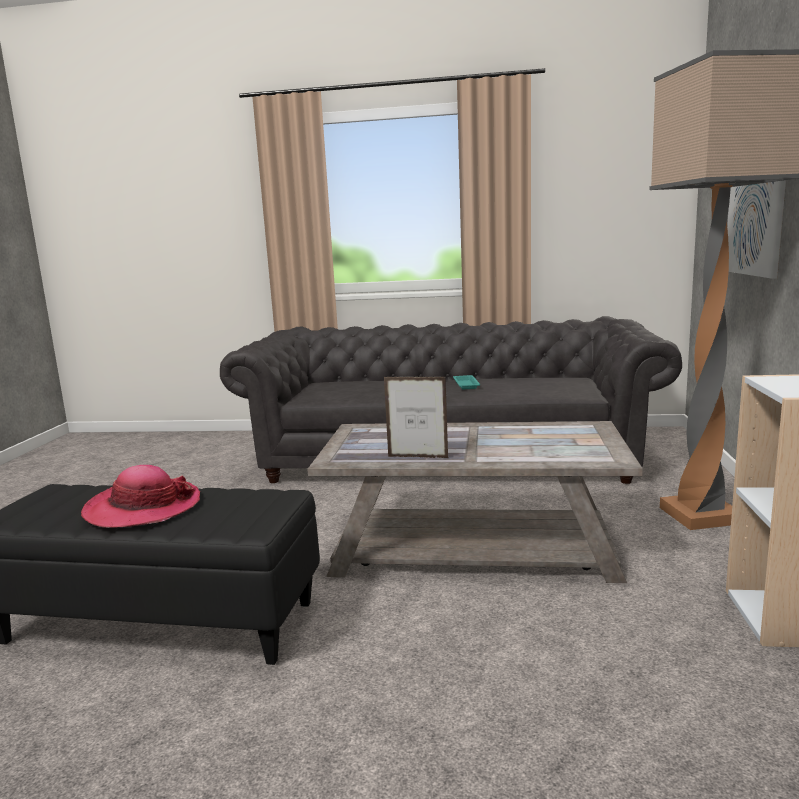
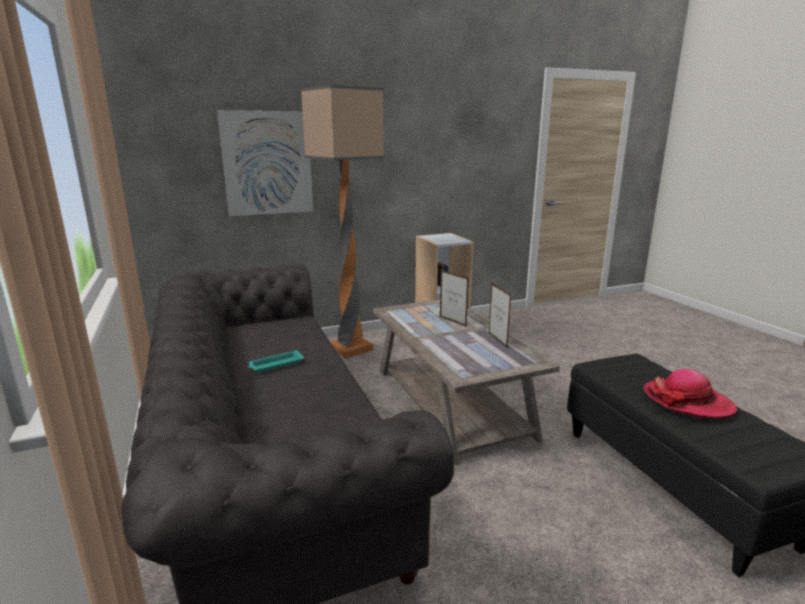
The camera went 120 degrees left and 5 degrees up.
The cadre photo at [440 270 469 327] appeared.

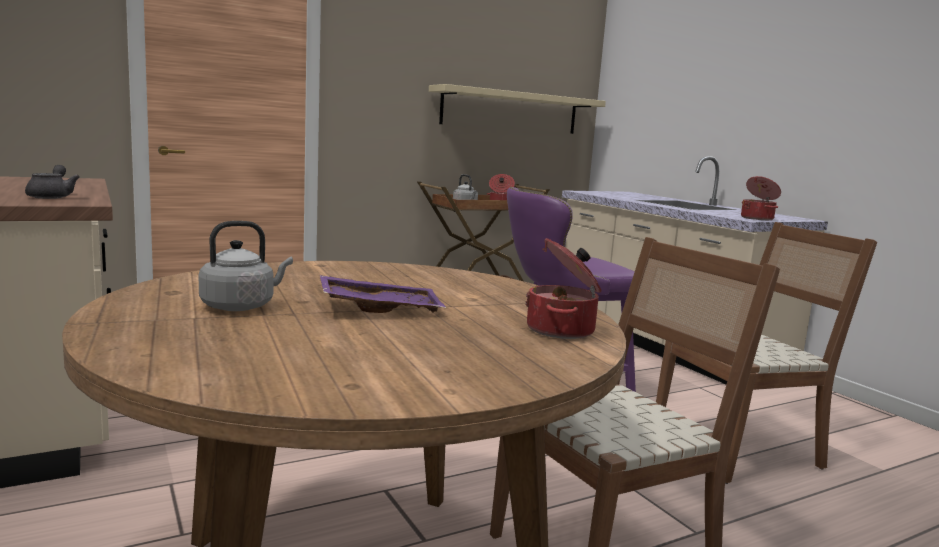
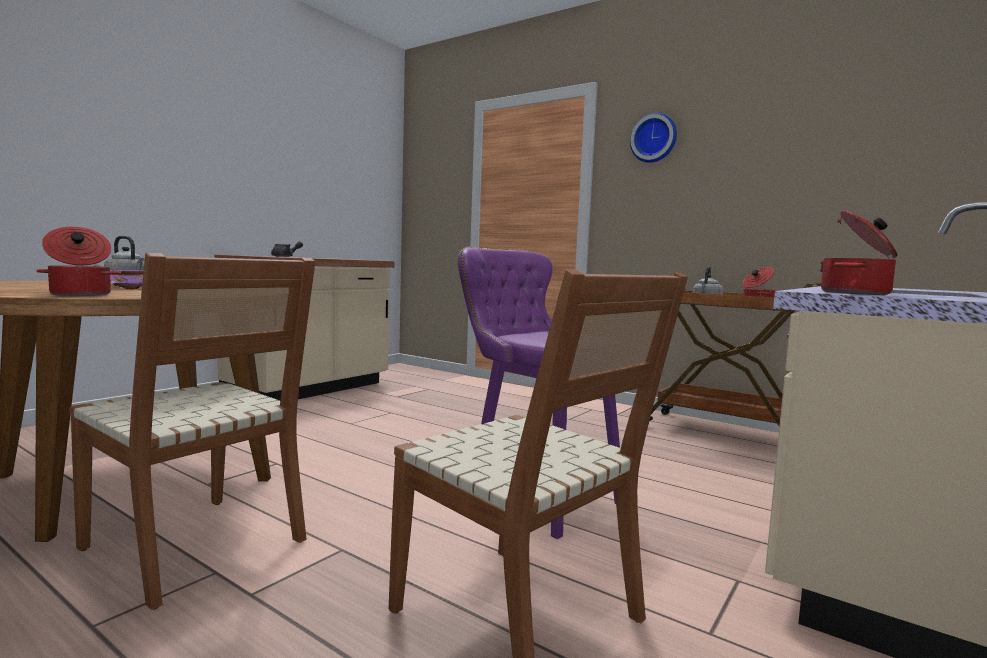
The camera went 65 degrees right and 5 degrees down.
The étagère (beige) at [429 84 606 134] disappeared.
The horloge murale at [630 113 677 163] appeared.

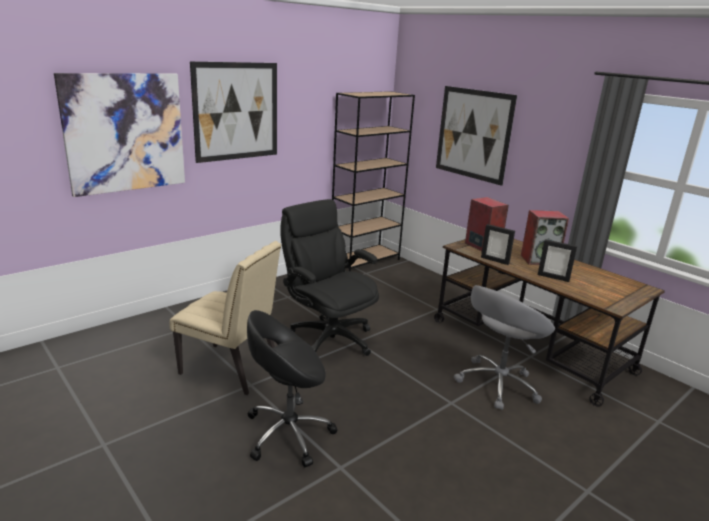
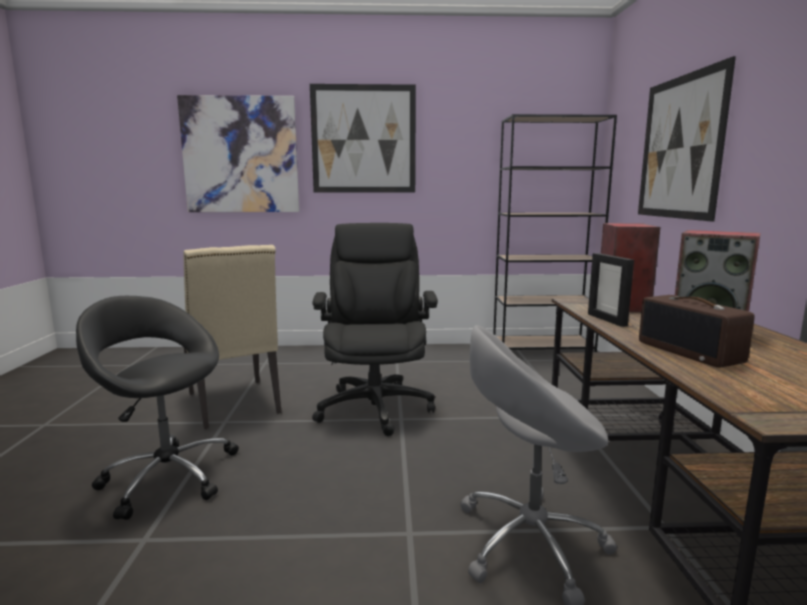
The camera went 40 degrees right and 10 degrees down.
The cadre photo at [538 239 577 282] was replaced by the radio at [639 295 754 368].

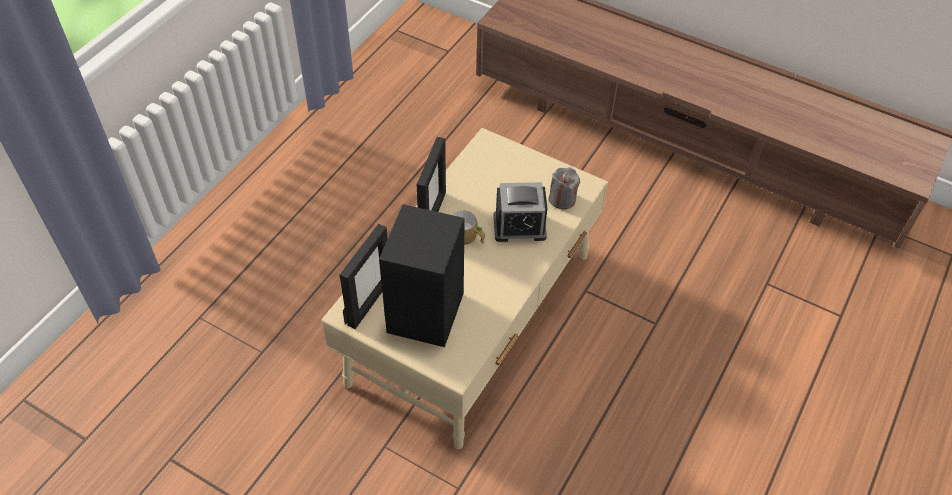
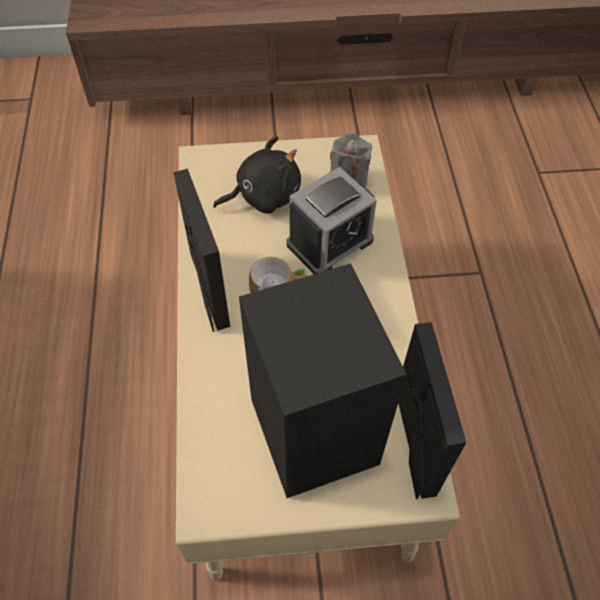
The camera went 35 degrees left and 5 degrees up.
The peluche (noir) at [213 136 301 214] appeared.
The cadre photo moved from [339 224 388 329] to [398 322 466 499].

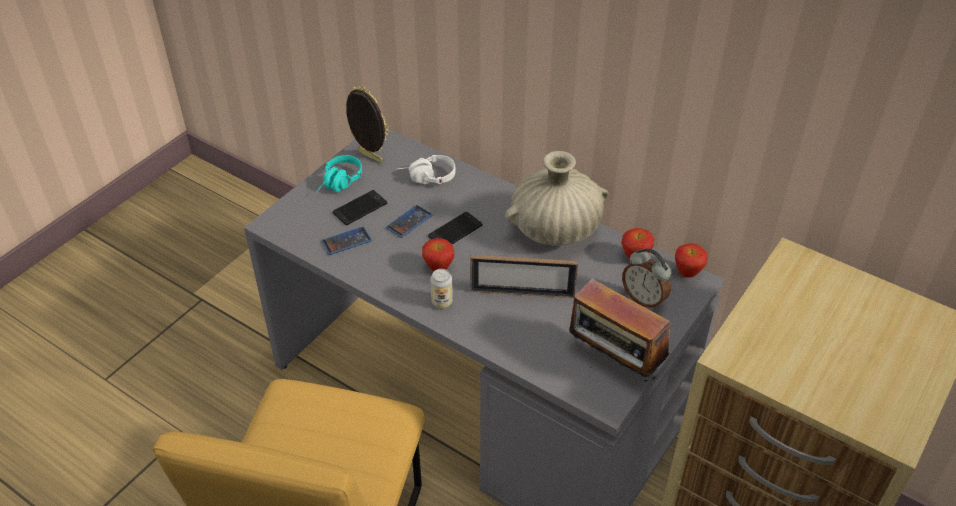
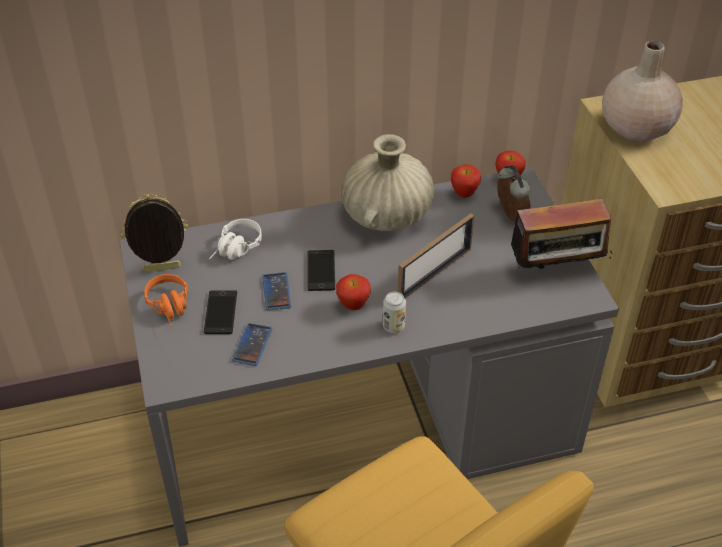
The camera went 50 degrees left and 0 degrees up.
The vase (beige) at [602 41 683 142] appeared.
The casque audio (turquoise) at [316 155 362 192] became the casque audio (orange) at [144 274 188 327].
The réveil at [622 248 671 309] turned 105 degrees counterclockwise.

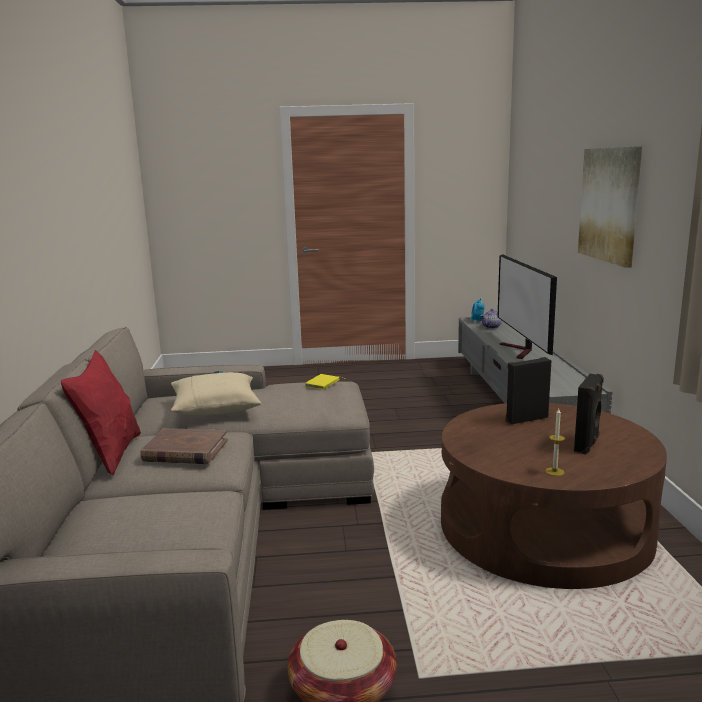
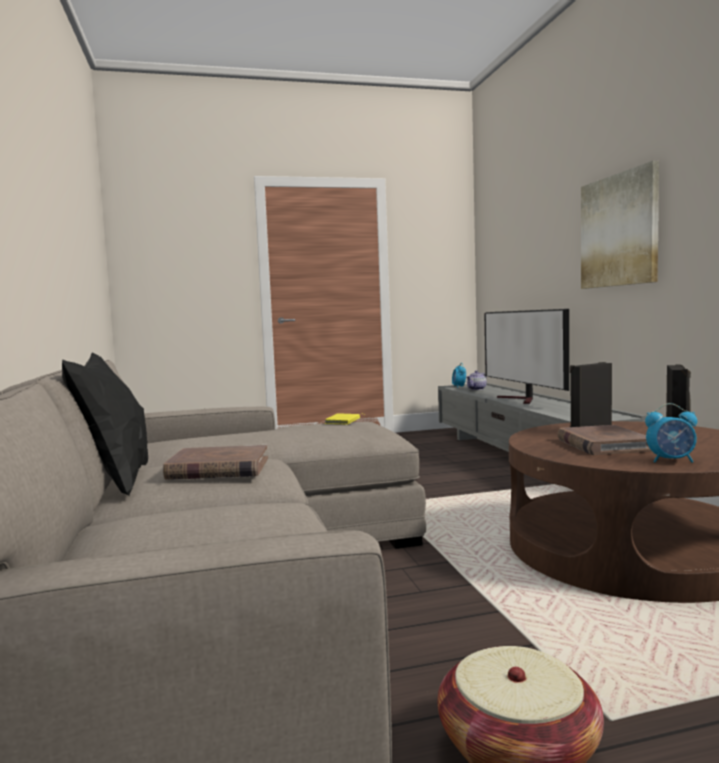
The camera went 10 degrees left and 10 degrees down.
The coussin (beige) at [171 371 261 415] disappeared.
The livre (marron) at [557 425 652 455] appeared.
The bougie at [545 409 565 476] was replaced by the réveil at [645 403 697 463].
The coussin (rouge) at [61 350 141 476] became the coussin (noir) at [62 352 148 496].

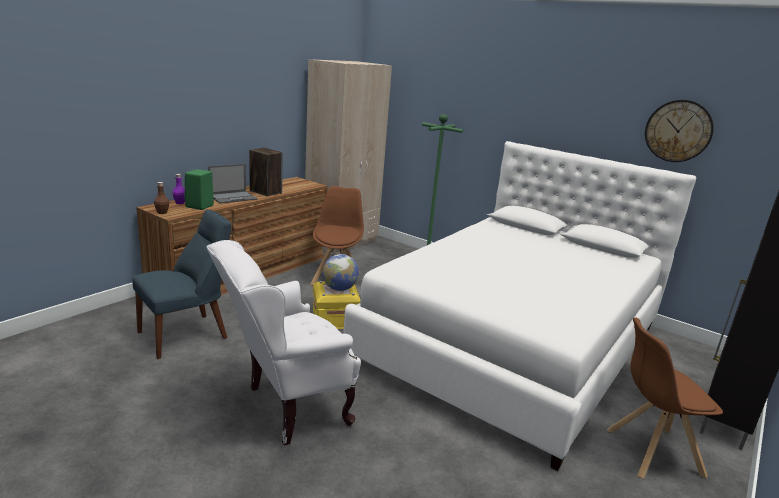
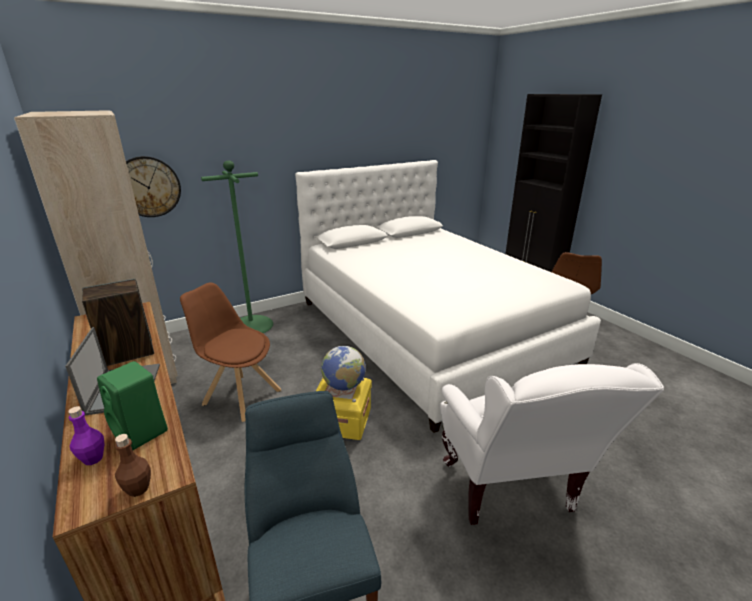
The camera went 65 degrees left and 5 degrees up.
The horloge murale moved from [645 100 714 162] to [126 156 181 217].

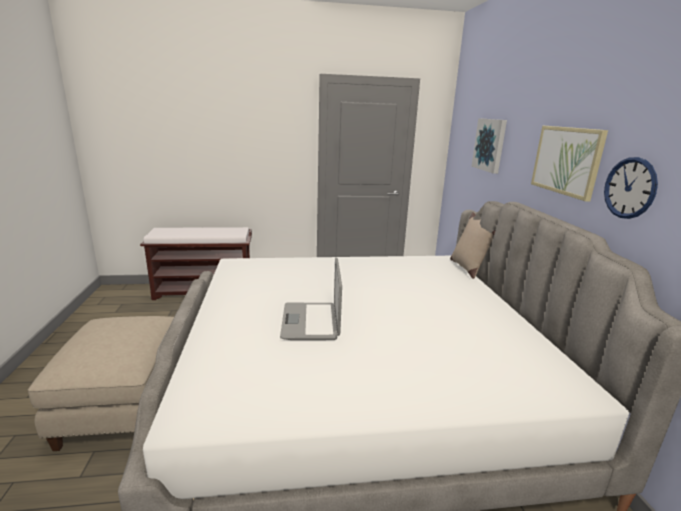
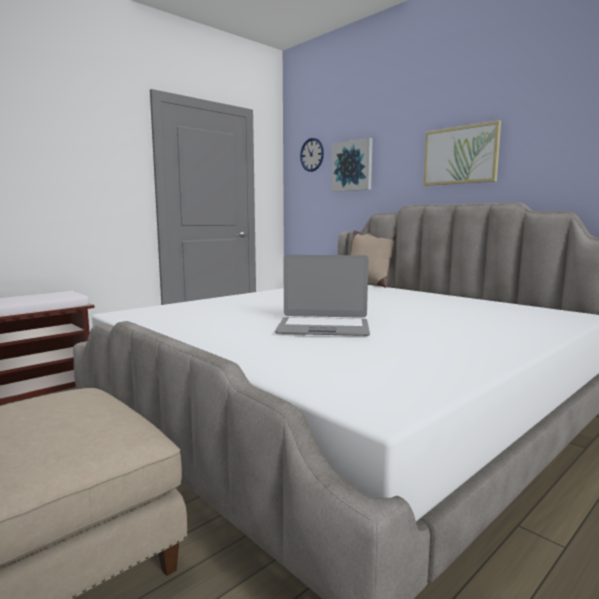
The camera went 35 degrees left and 10 degrees down.
The horloge murale moved from [604 157 658 219] to [300 138 324 172].
The ordinateur portable at [280 257 342 340] turned 45 degrees counterclockwise.

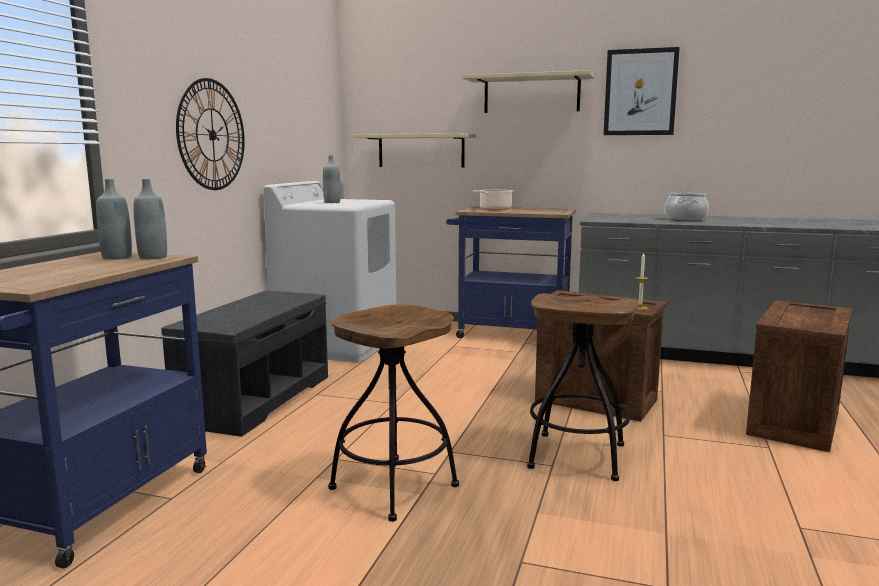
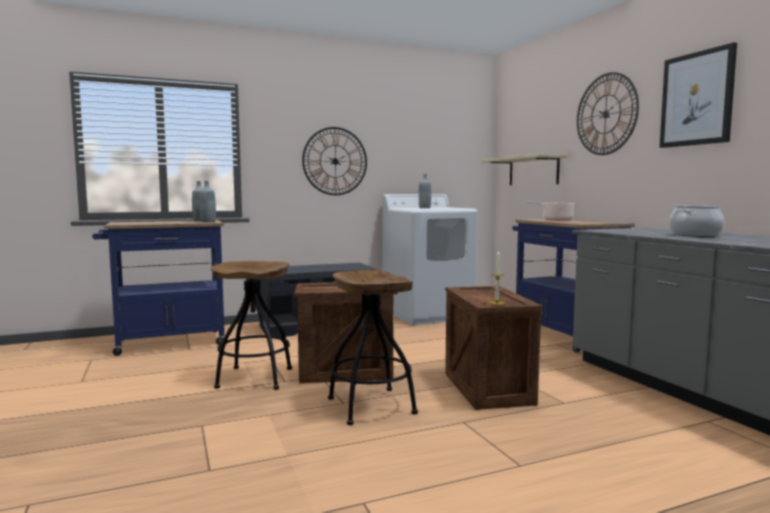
The camera went 50 degrees right and 5 degrees down.
The caisse moved from [746 300 852 452] to [294 283 397 383].
The étagère (beige) at [463 70 594 113] was replaced by the horloge murale at [577 72 639 155].

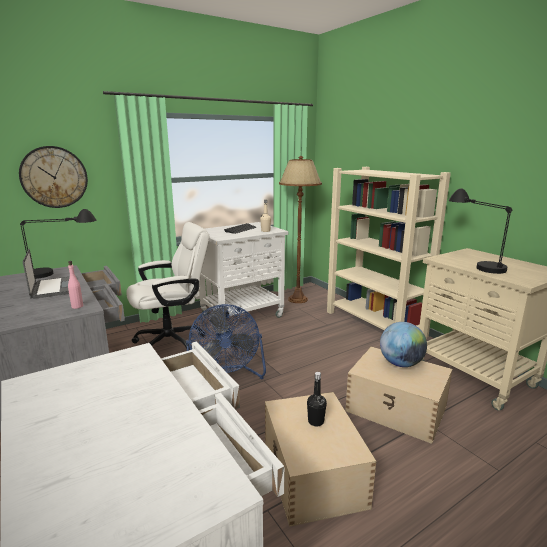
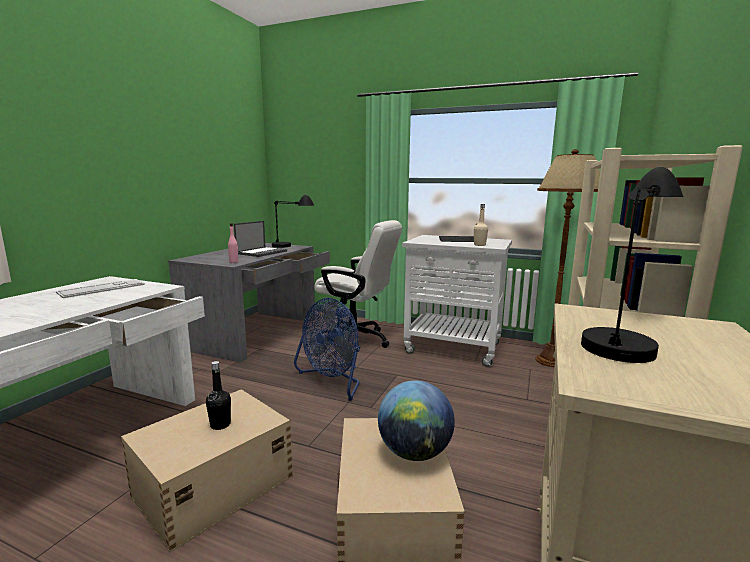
The camera went 55 degrees right and 5 degrees down.
The horloge murale at [19 146 88 208] disappeared.
The clavier at [56 279 145 298] appeared.

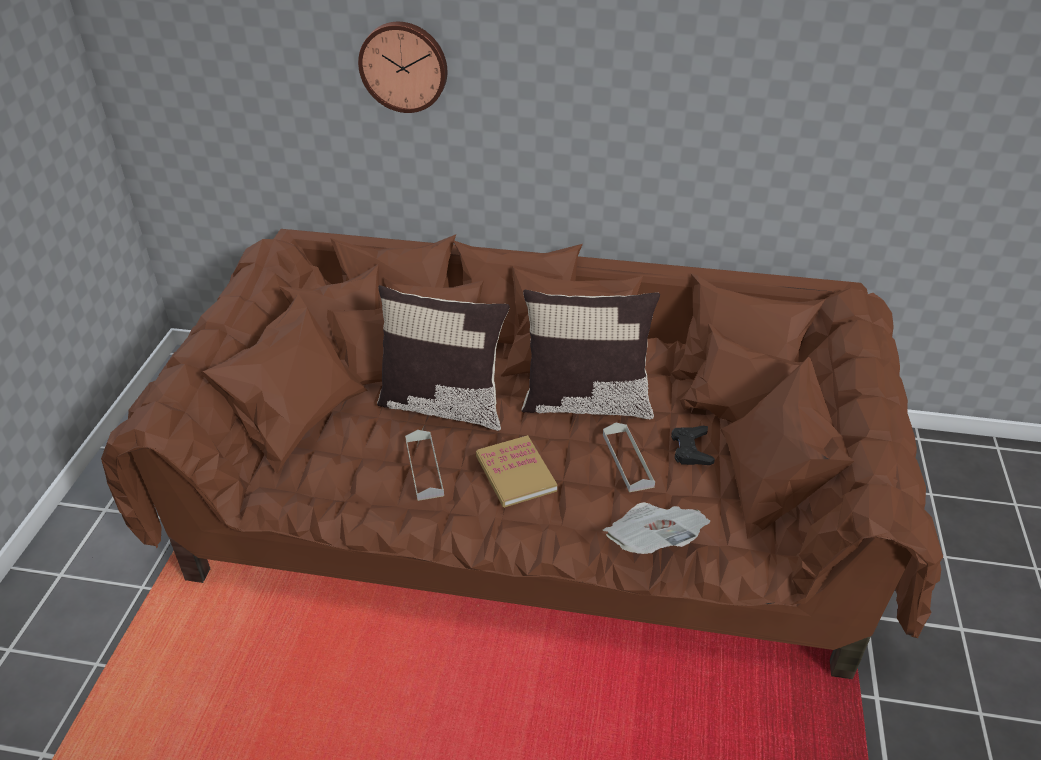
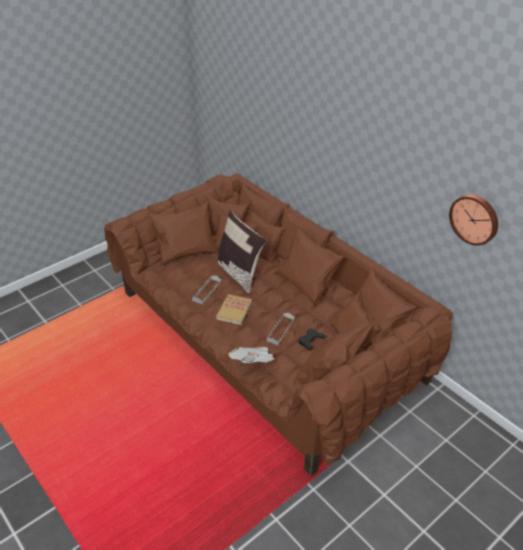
The camera went 40 degrees right and 0 degrees up.
The coussin at [521 290 660 420] disappeared.
The horloge murale moved from [358 22 447 113] to [449 195 498 246].

